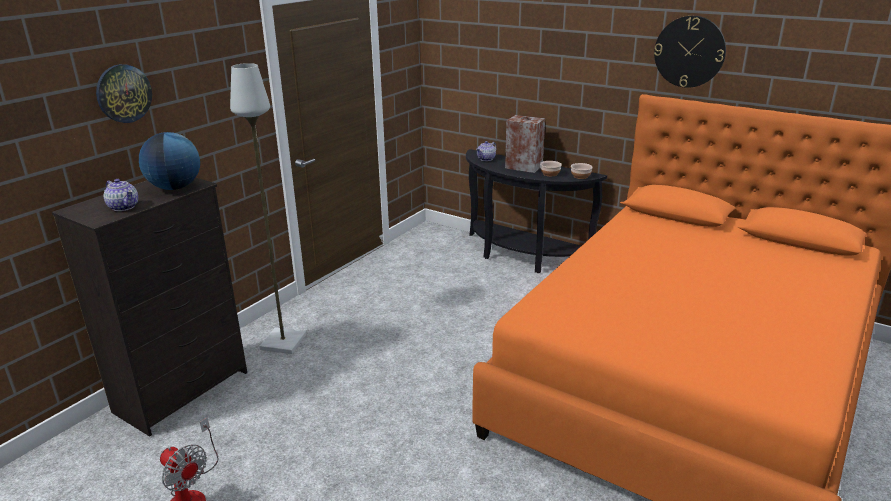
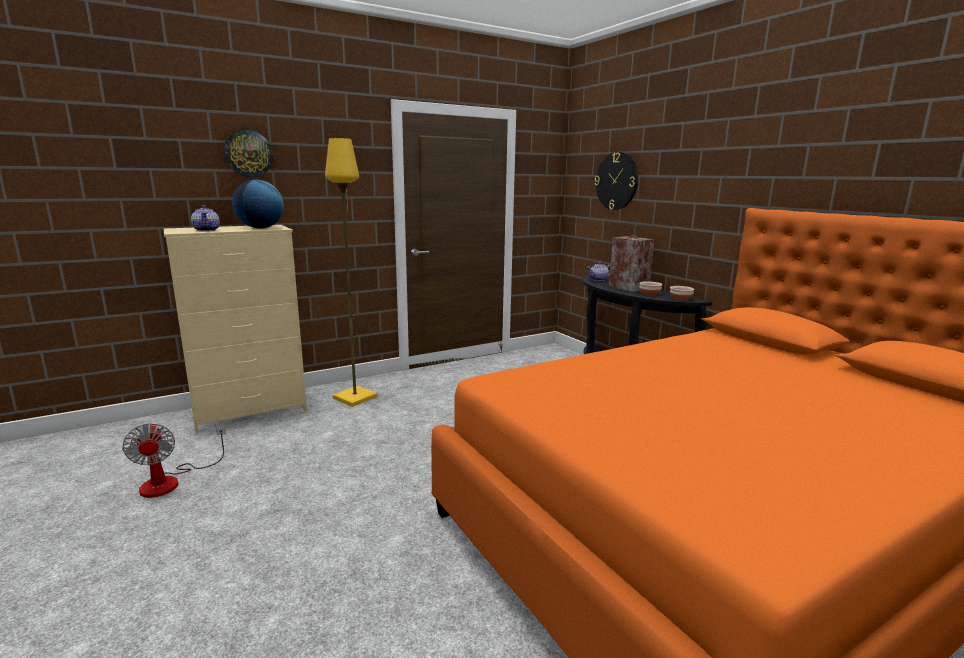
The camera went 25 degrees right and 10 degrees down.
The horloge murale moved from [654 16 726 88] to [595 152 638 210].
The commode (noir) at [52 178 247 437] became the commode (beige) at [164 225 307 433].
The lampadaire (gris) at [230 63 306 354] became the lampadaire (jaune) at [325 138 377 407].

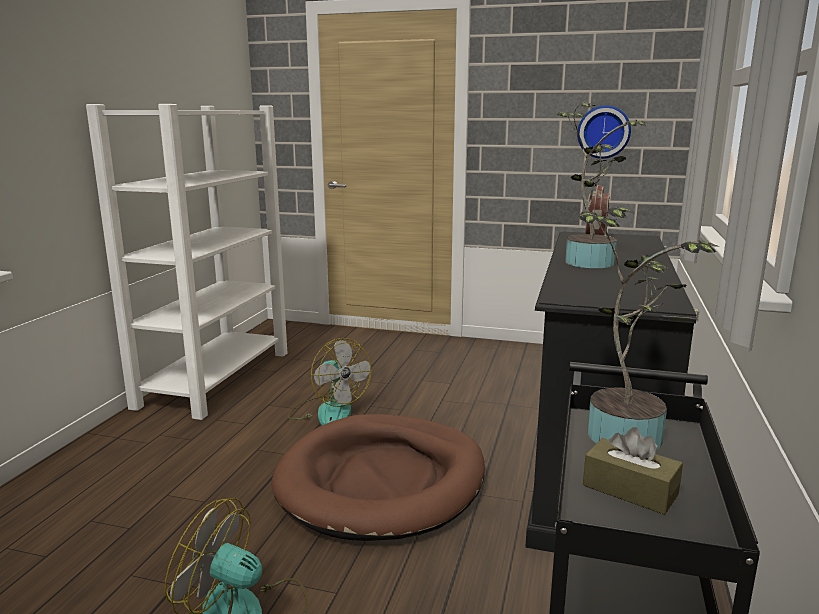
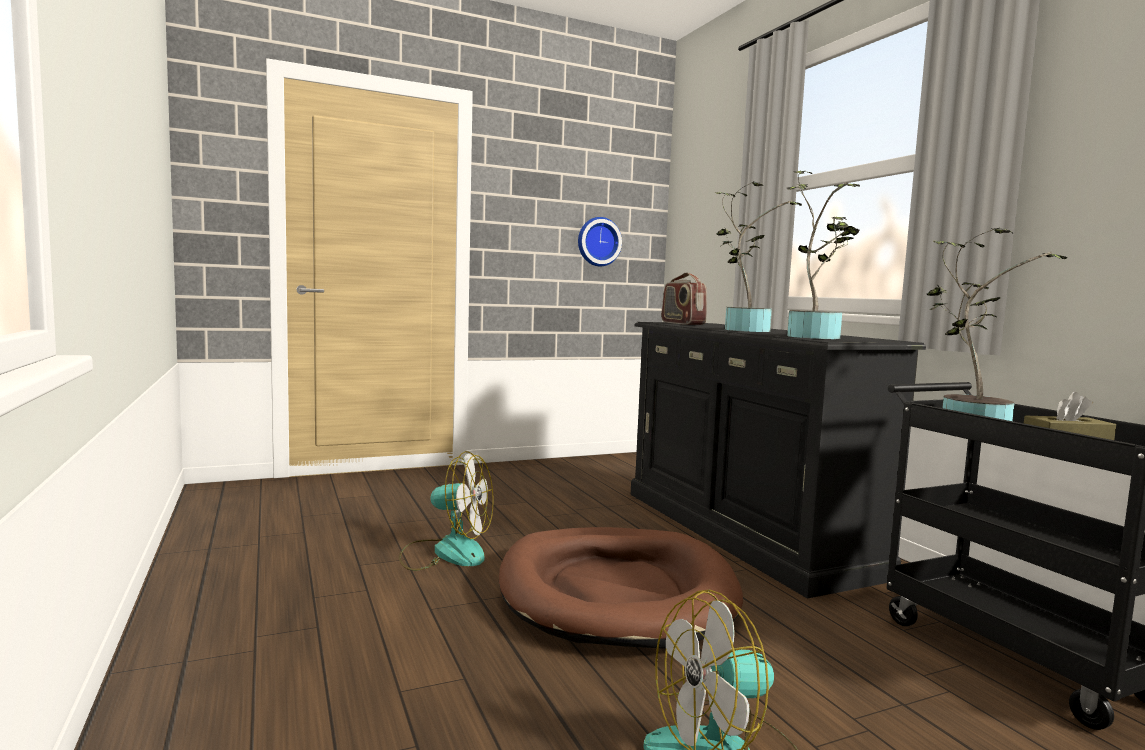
The camera went 40 degrees left and 10 degrees down.
The bibliothèque (blanc) at [86 104 287 420] disappeared.
The plante en pot at [787 171 861 339] appeared.

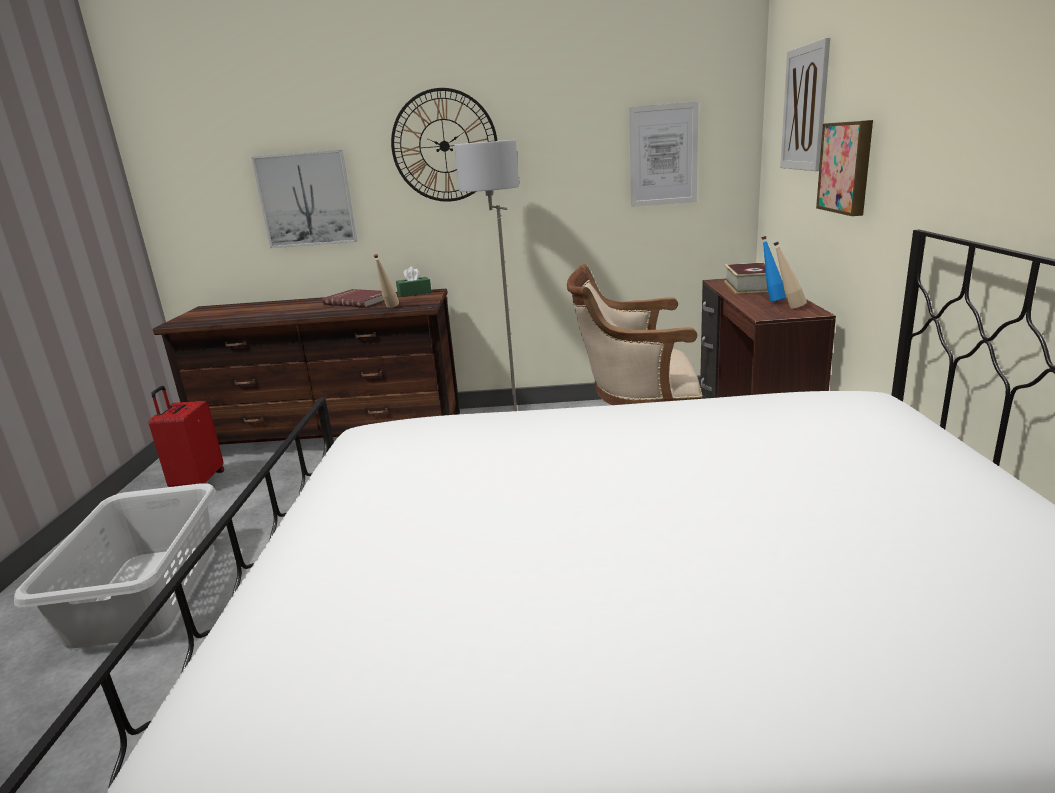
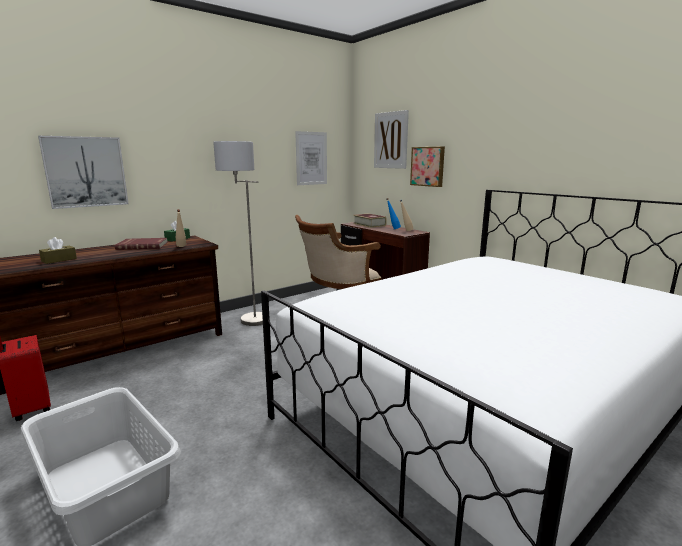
The camera went 40 degrees left and 5 degrees down.
The horloge murale at [391 88 497 202] disappeared.
The boîte à mouchoirs (marron) at [39 237 77 264] appeared.

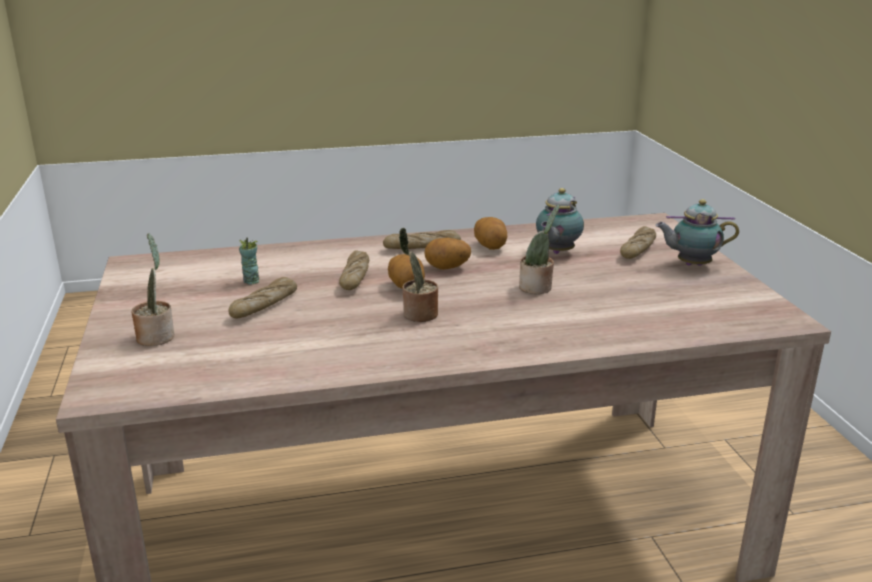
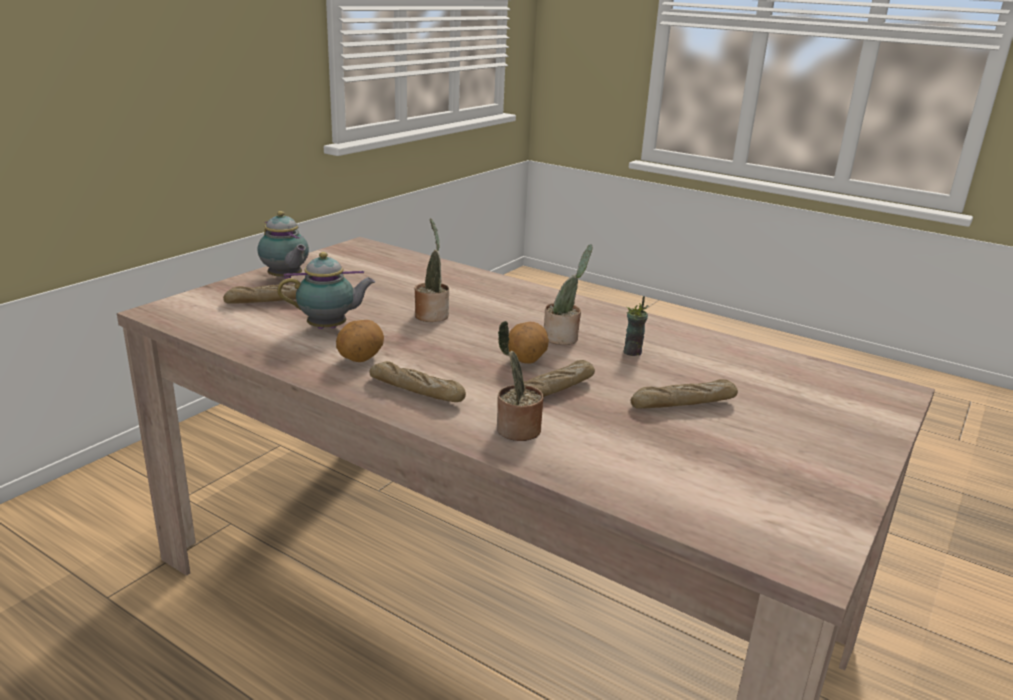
The camera went 135 degrees left and 0 degrees up.
The pomme de terre at [424 238 471 270] disappeared.
The plante en pot moved from [131 233 174 346] to [497 321 544 441].
The tasse moved from [239 237 259 285] to [623 296 648 356].

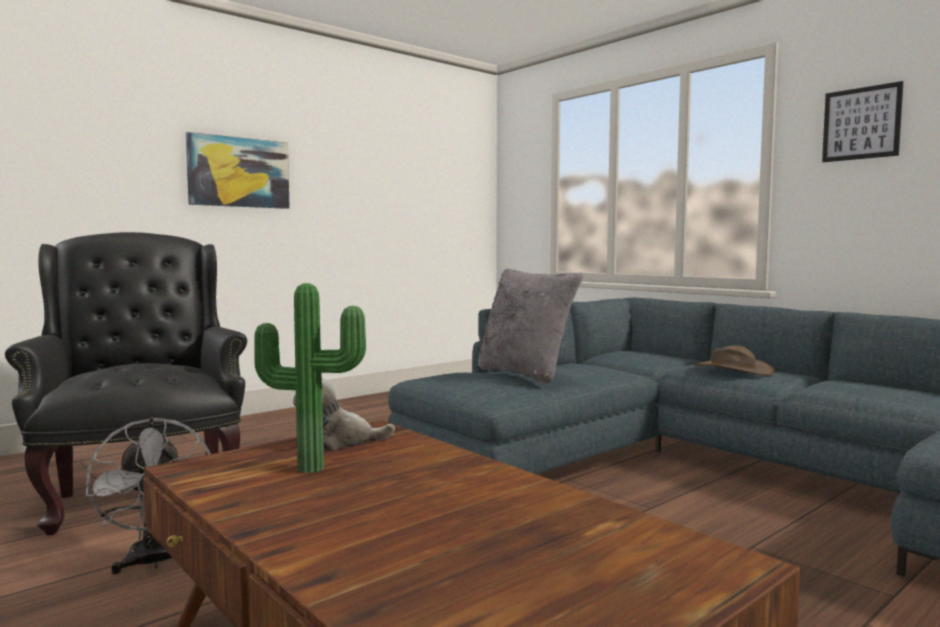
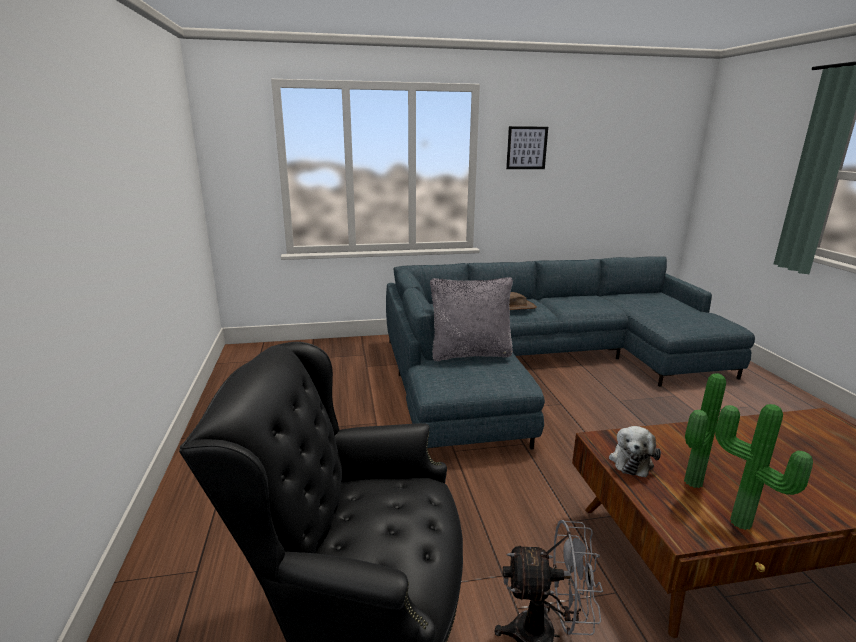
The camera went 60 degrees left and 15 degrees up.
The tableau at [186 132 290 209] disappeared.
The plante en pot at [715 404 813 530] appeared.

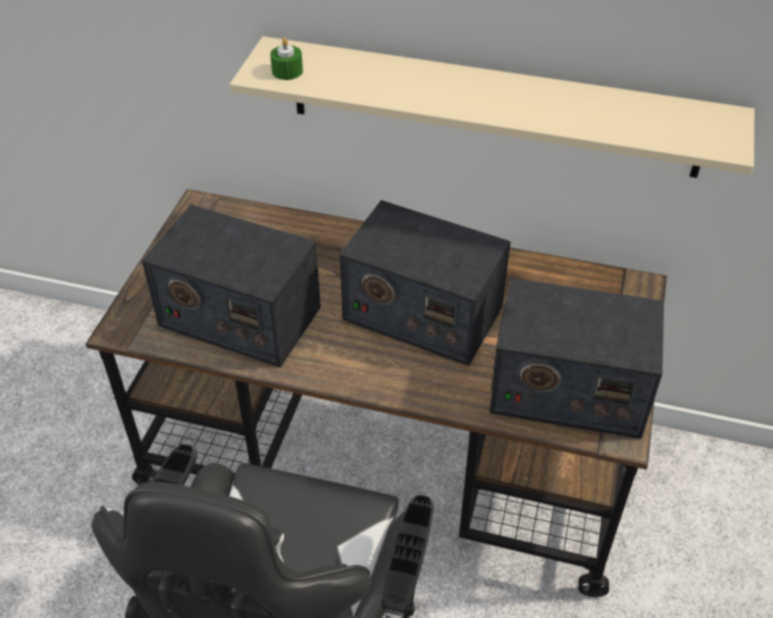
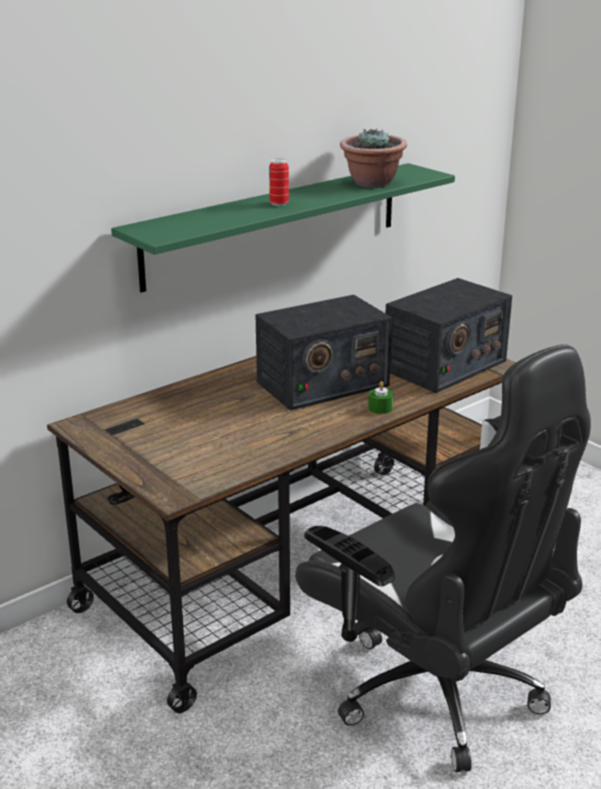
The camera went 55 degrees left and 20 degrees down.
The radio at [142 204 321 368] disappeared.
The boîte métallique at [269 158 289 206] appeared.
The plante en pot at [340 129 407 188] appeared.
The bougie (vert) moved from [270 38 303 80] to [368 381 394 414].
The étagère (beige) at [230 36 755 178] became the étagère (vert) at [111 163 455 293].

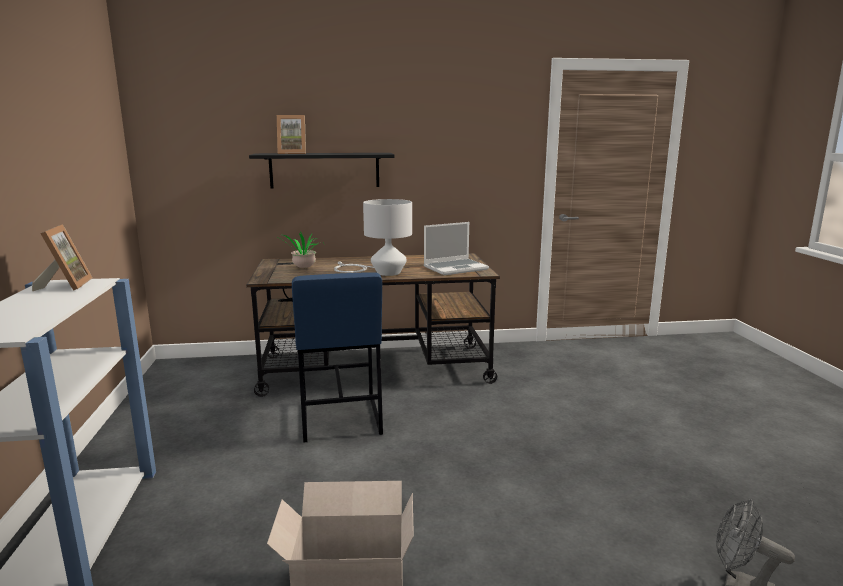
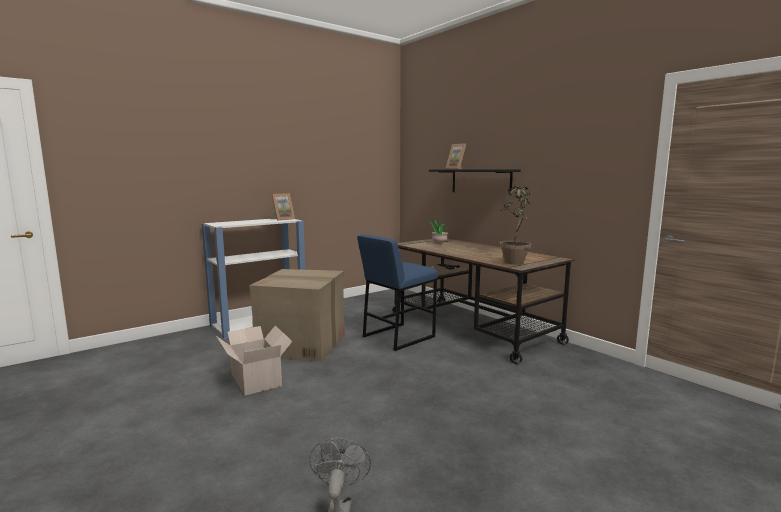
The camera went 60 degrees right and 5 degrees down.
The lampe de table (blanc) at [334 199 412 276] disappeared.
The carton at [249 269 345 362] appeared.
The ordinateur portable at [424 222 489 275] was replaced by the plante en pot at [499 186 531 265].

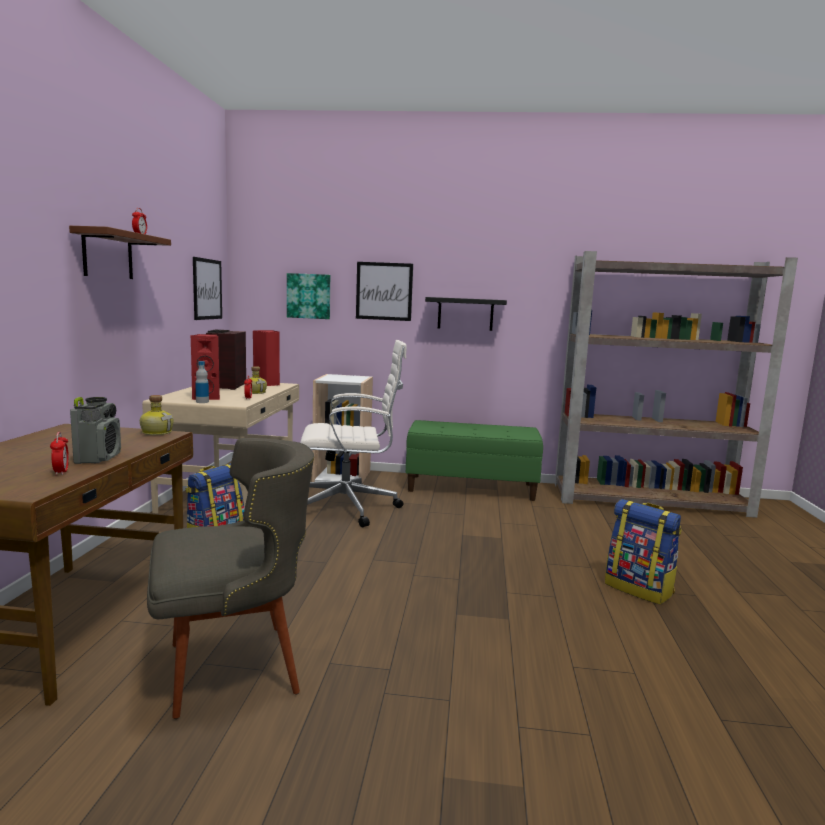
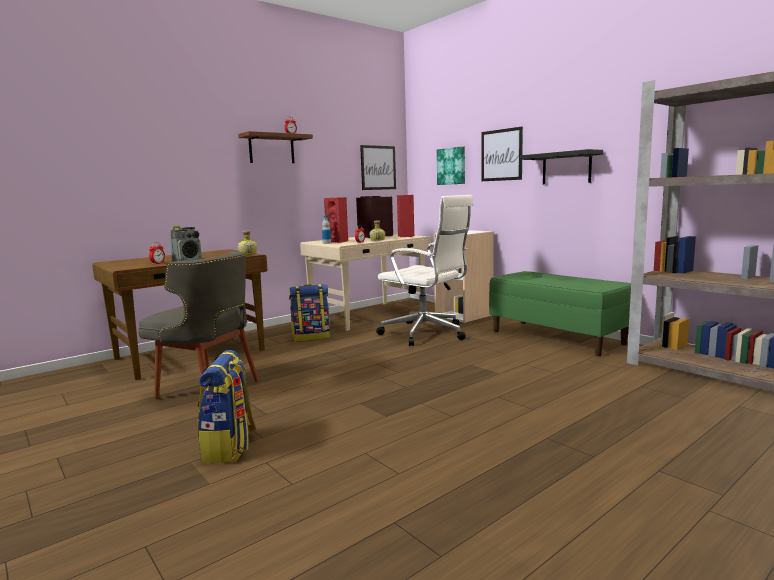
The camera went 45 degrees right and 0 degrees up.
The sac à dos moved from [605 499 682 604] to [197 350 257 464].

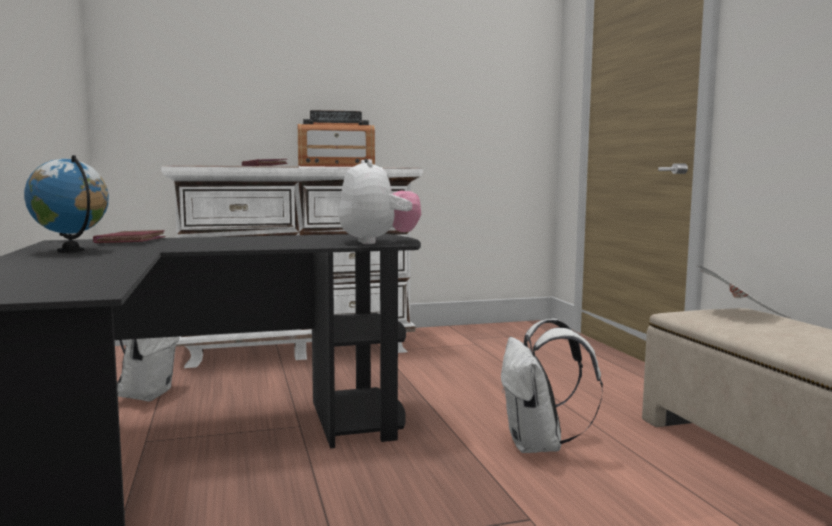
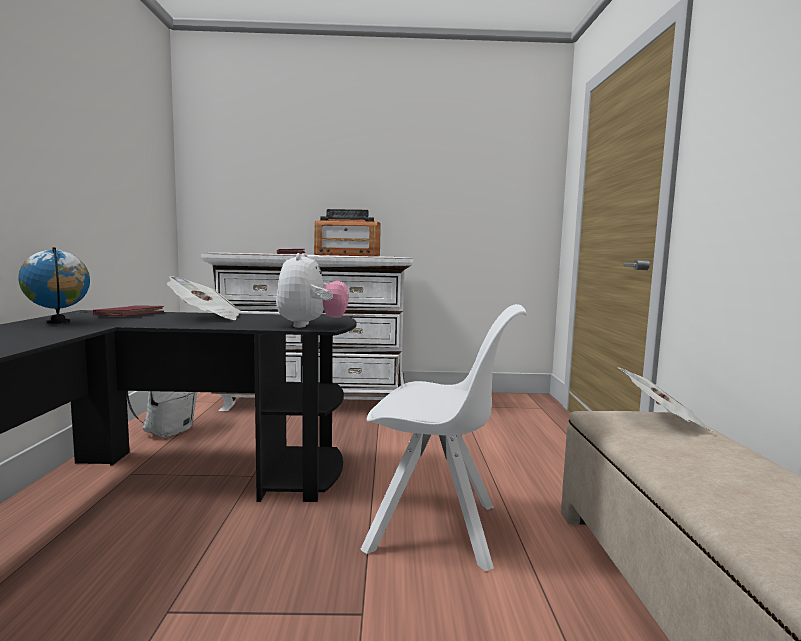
The camera went 15 degrees right and 0 degrees up.
The journal at [167 276 241 320] appeared.
The sac à dos (blanc) at [501 318 603 453] was replaced by the chaise (blanc) at [360 304 527 571].

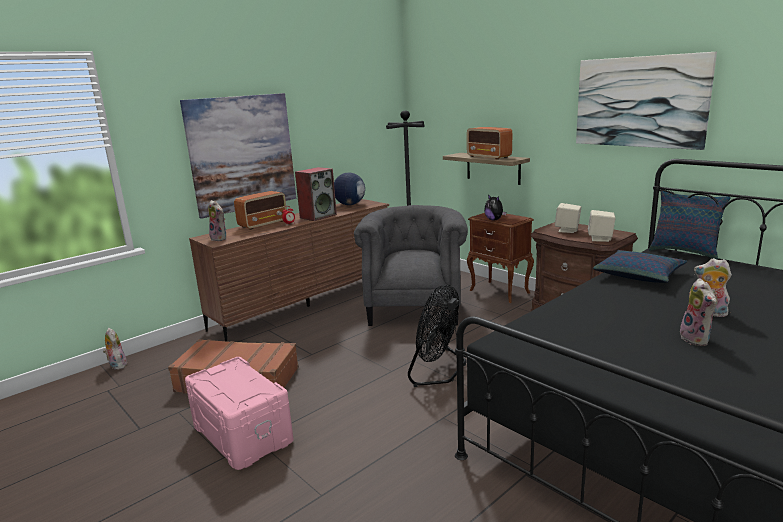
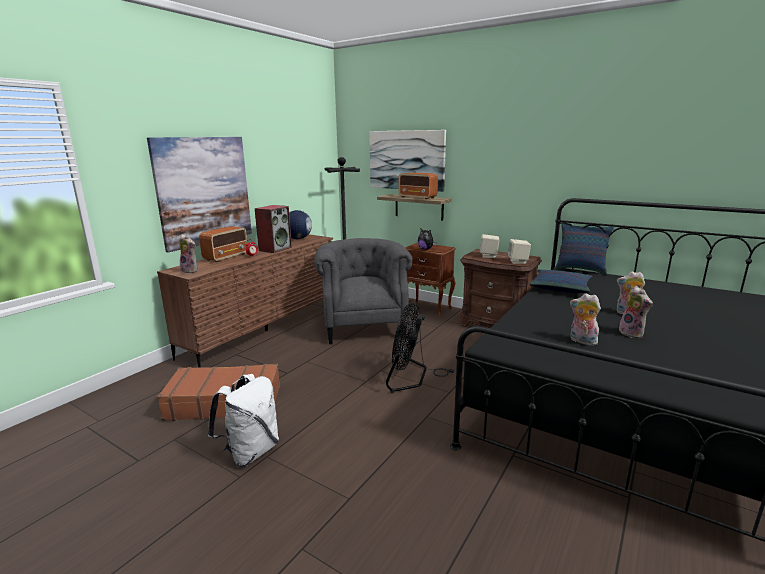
The camera went 15 degrees left and 0 degrees up.
The peluche moved from [103 328 127 370] to [570 293 601 346].
The tableau moved from [576 52 717 150] to [369 130 446 192].
The boîte de rangement (rose) at [185 357 294 470] was replaced by the sac à dos (blanc) at [208 374 279 467].

